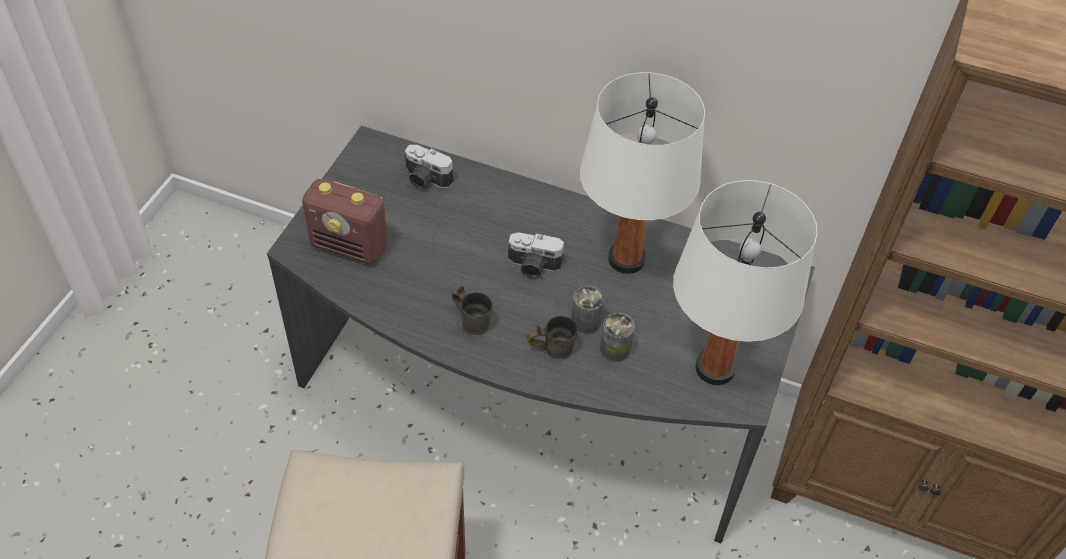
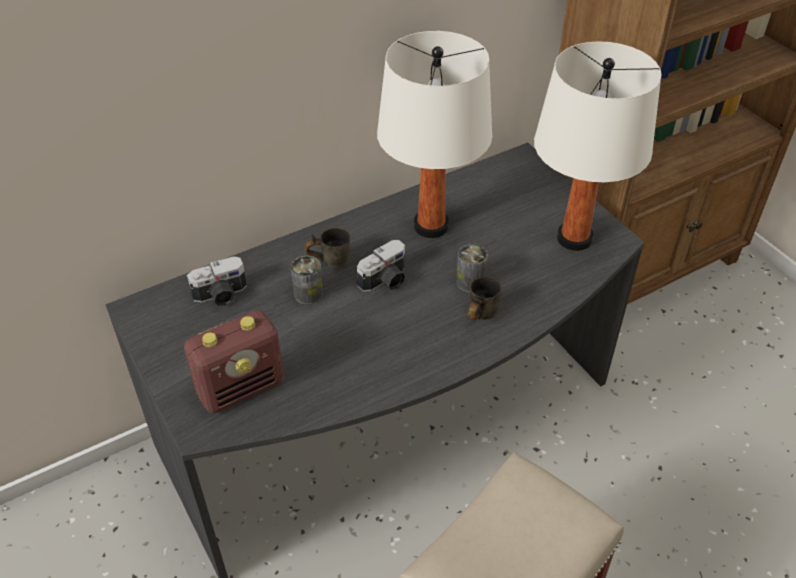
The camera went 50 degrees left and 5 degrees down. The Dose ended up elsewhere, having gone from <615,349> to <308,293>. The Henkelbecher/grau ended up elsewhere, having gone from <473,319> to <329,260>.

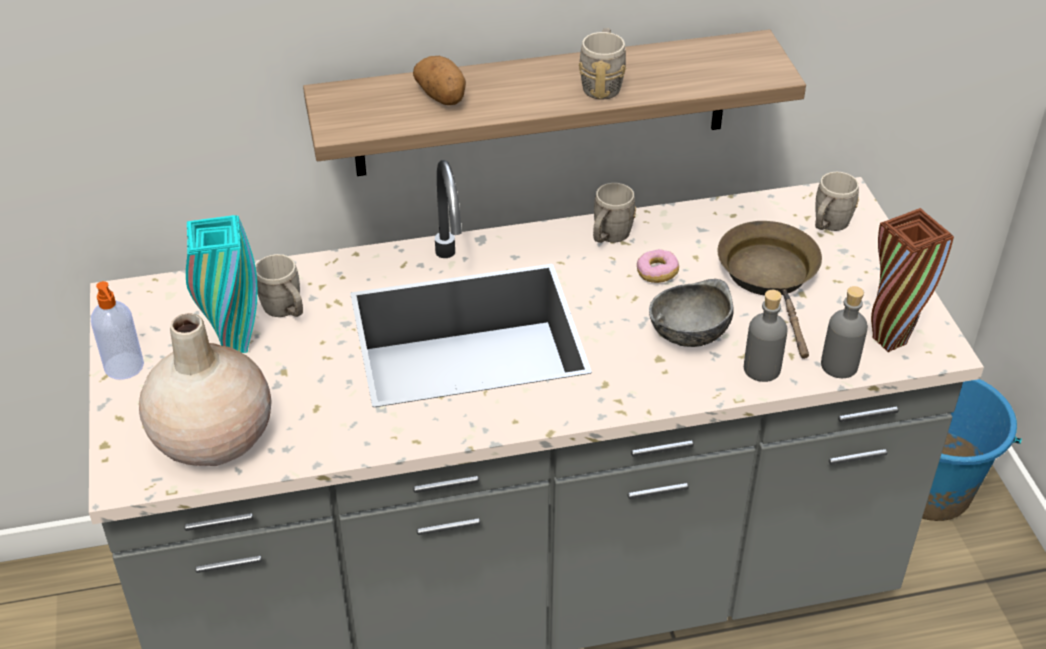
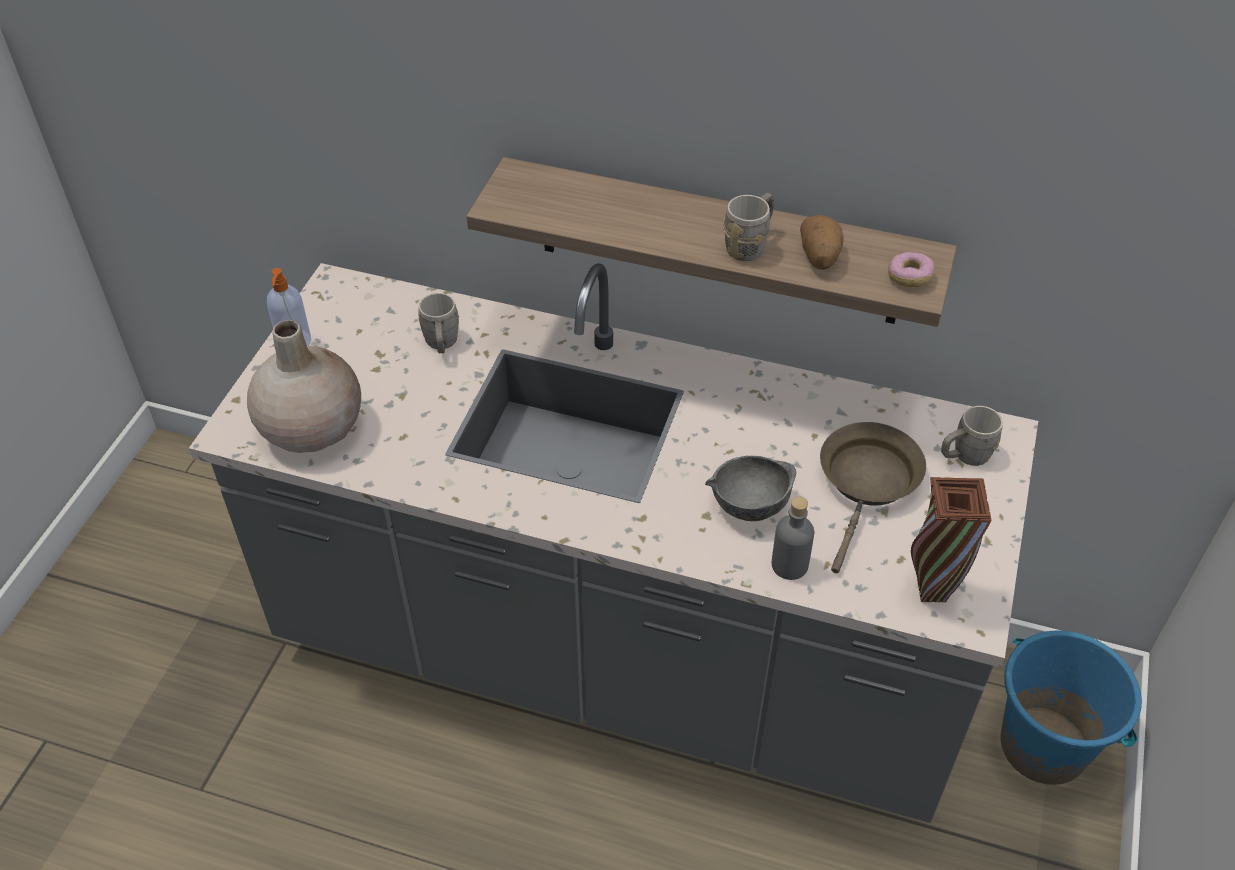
The camera went 30 degrees right and 5 degrees up. The Kartoffel ended up elsewhere, having gone from <442,97> to <819,257>. The Donut ended up elsewhere, having gone from <657,273> to <909,277>. The second view lost the Vase/türkis at <234,345>. The second view lost the Henkelbecher/grau at <609,237>. The second view lost the Flasche/grau at <839,365>.

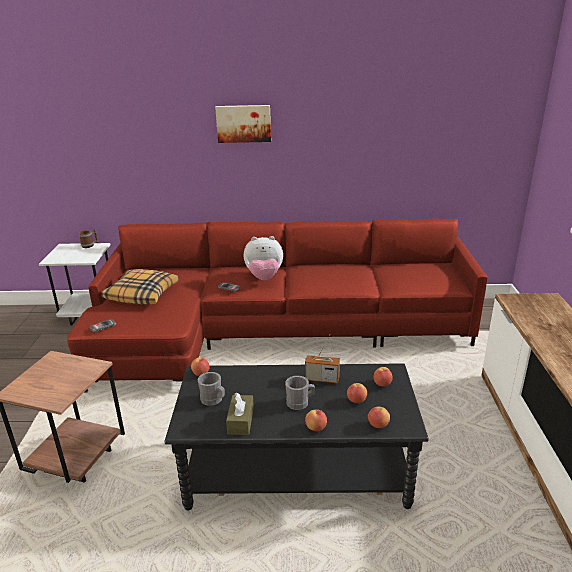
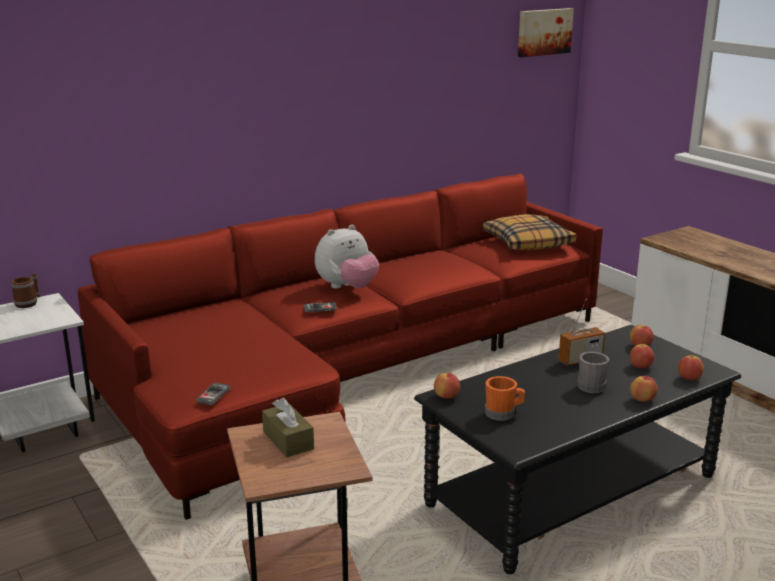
The camera went 35 degrees left and 5 degrees down. The Taschentuchbox/braun ended up elsewhere, having gone from <241,421> to <288,440>. The Kissen ended up elsewhere, having gone from <142,294> to <527,242>. What was the Henkelbecher/grau at <213,400> turned into the Henkelbecher/orange at <503,413>. The Bild ended up elsewhere, having gone from <243,123> to <543,32>.

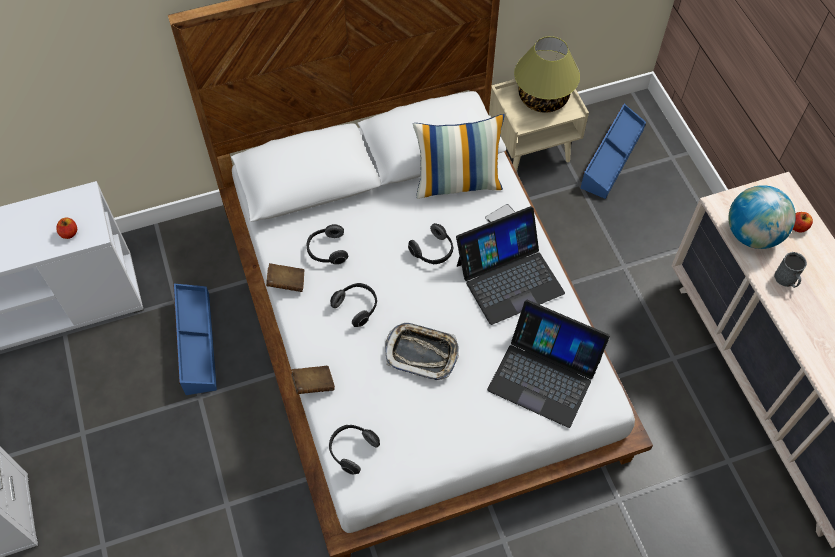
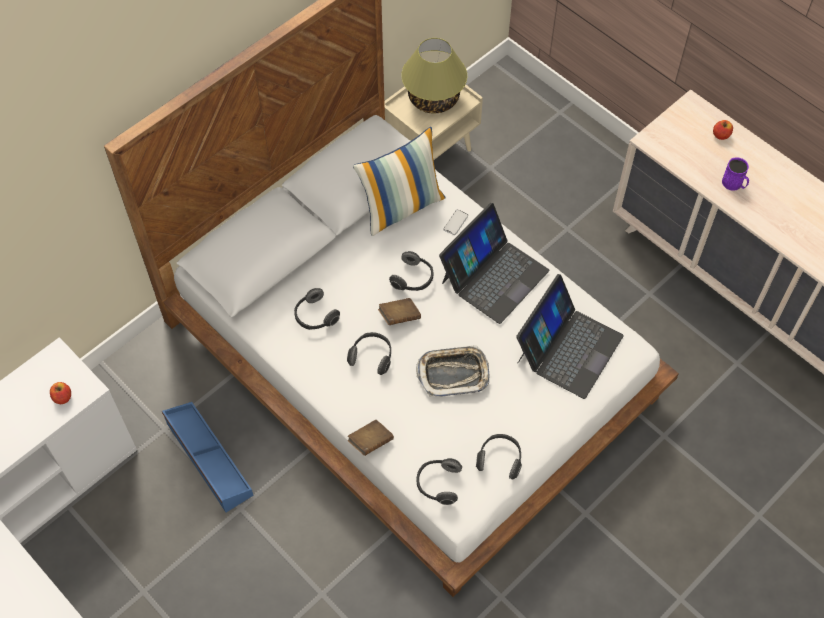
The camera went 25 degrees left and 0 degrees up. The Buch/braun ended up elsewhere, having gone from <286,283> to <399,317>. The second view gained the Kopfhörer at <500,459>. The Laptop at <544,374> ended up facing another way, 60 degrees counterclockwise from before. What was the Henkelbecher/grau at <787,280> turned into the Henkelbecher/lila at <734,184>. The second view lost the Aufbewahrungsbox/blau at <611,158>. The second view lost the Globus at <752,234>.

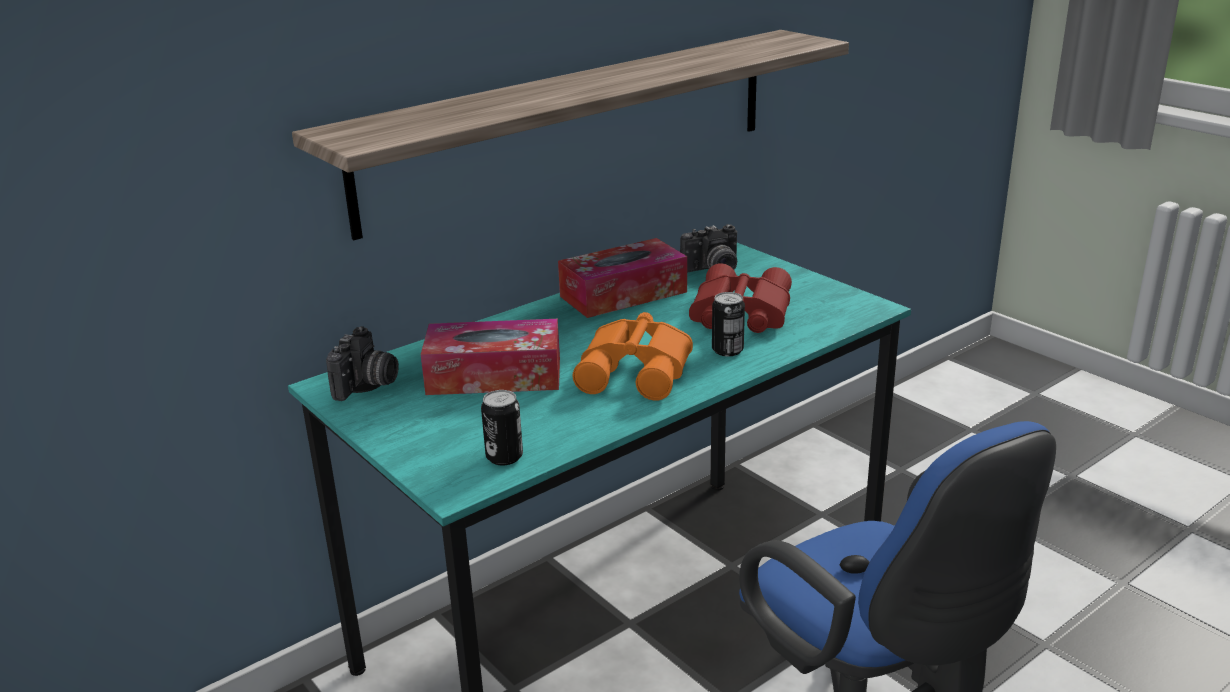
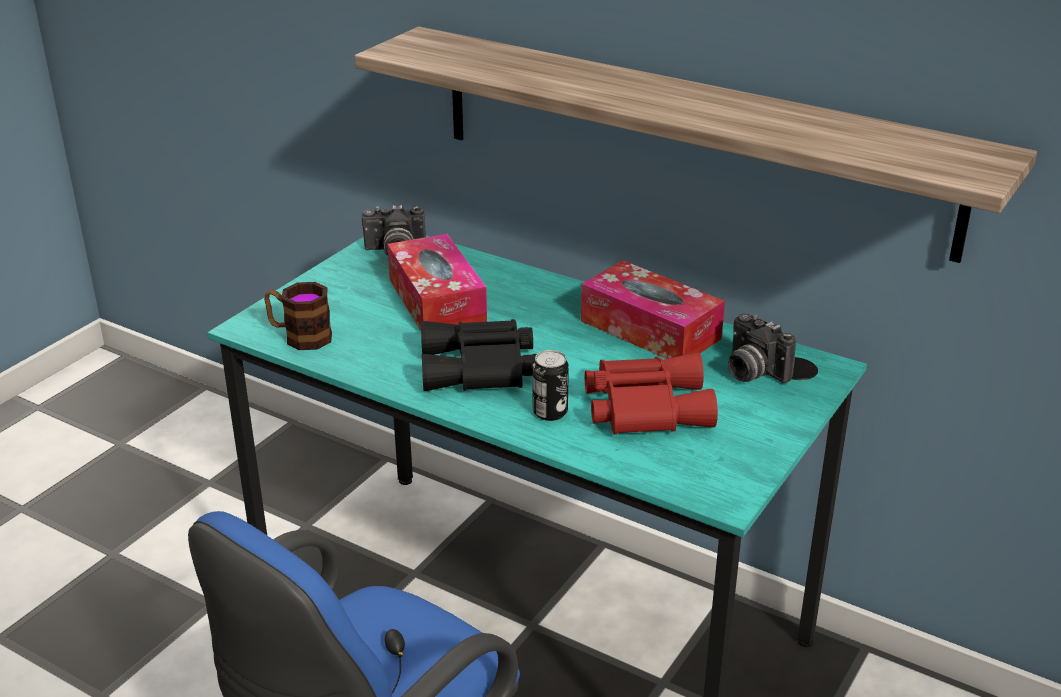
The camera went 70 degrees right and 5 degrees up. Where the Dose stood at <504,457>, the Henkelbecher came to stand at <300,336>. What was the Fernglas/orange at <638,370> turned into the Fernglas/schwarz at <480,369>.

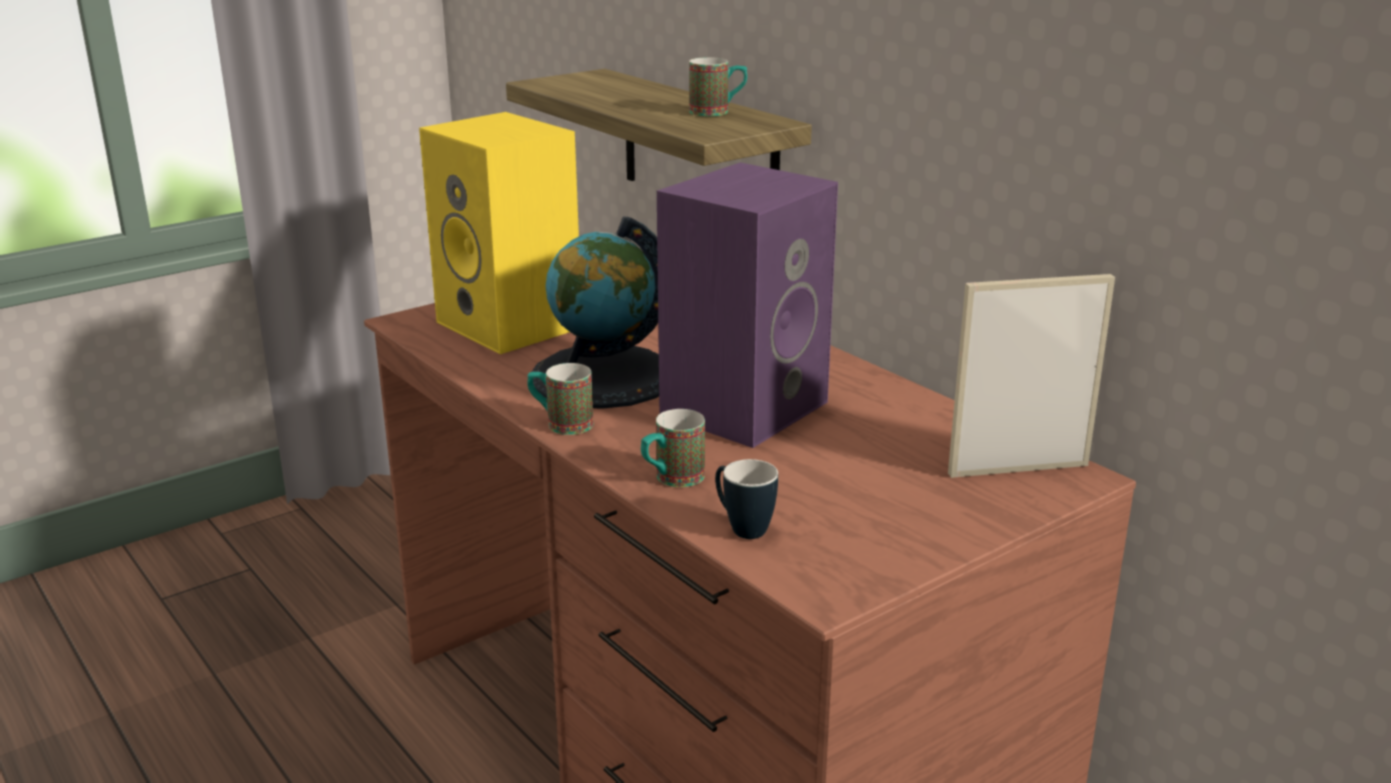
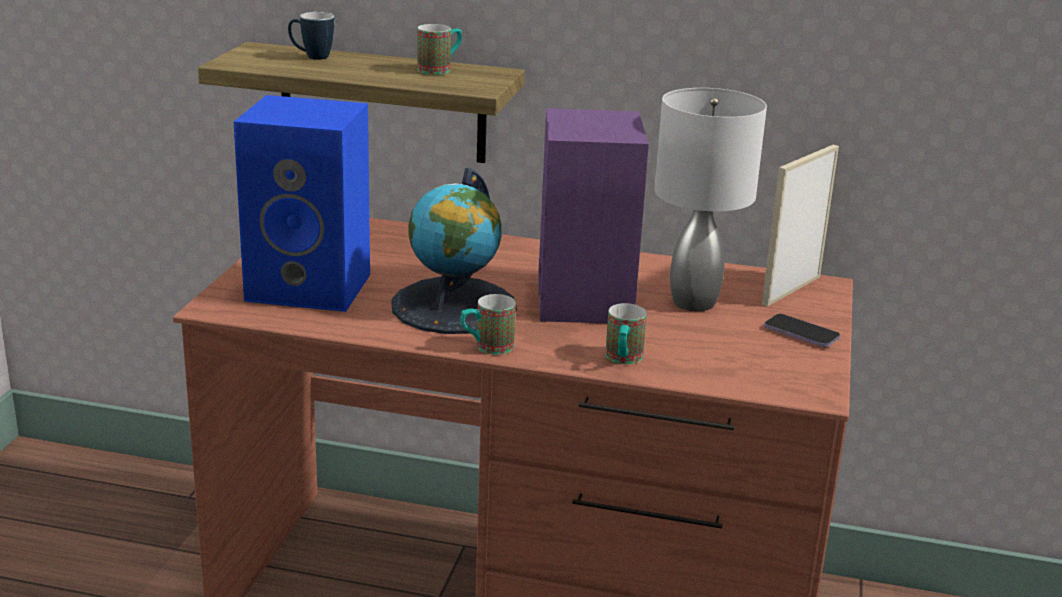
The camera went 40 degrees left and 0 degrees up. What was the Lautsprecher/gelb at <513,325> turned into the Lautsprecher/blau at <312,287>. The Henkelbecher ended up elsewhere, having gone from <741,528> to <311,57>. The second view gained the Tischlampe/grau at <692,302>. The second view gained the Handy at <801,333>.

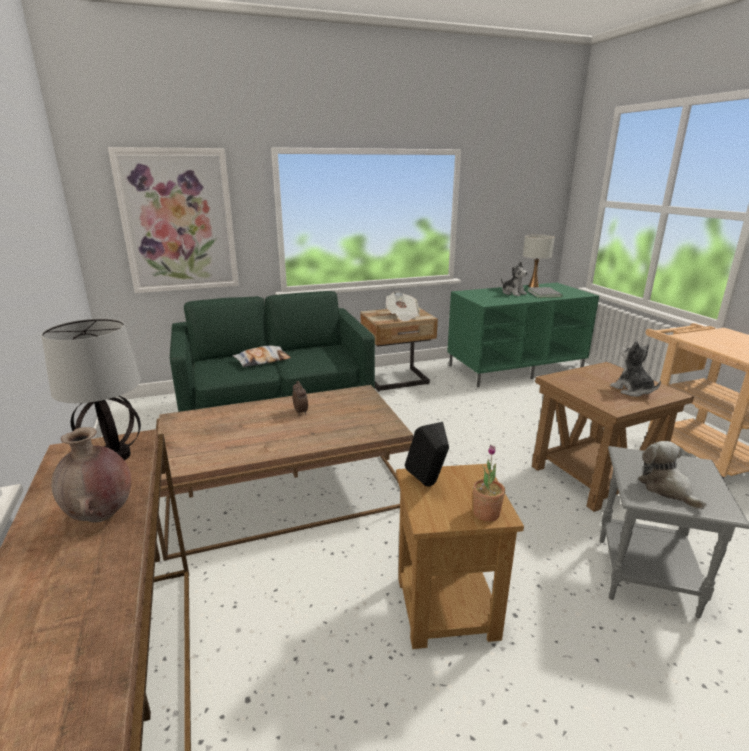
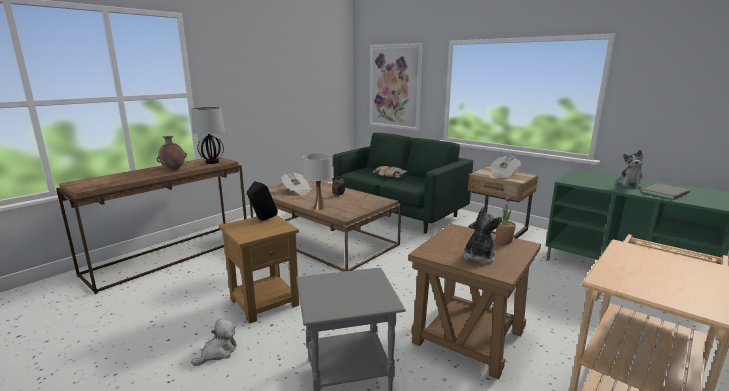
The camera went 60 degrees right and 5 degrees down. The Plüschtier ended up elsewhere, having gone from <667,489> to <218,352>. The second view gained the Zeitung at <297,191>. The Tischlampe/weiß ended up elsewhere, having gone from <533,286> to <319,208>. The Topfpflanze ended up elsewhere, having gone from <486,513> to <503,241>.

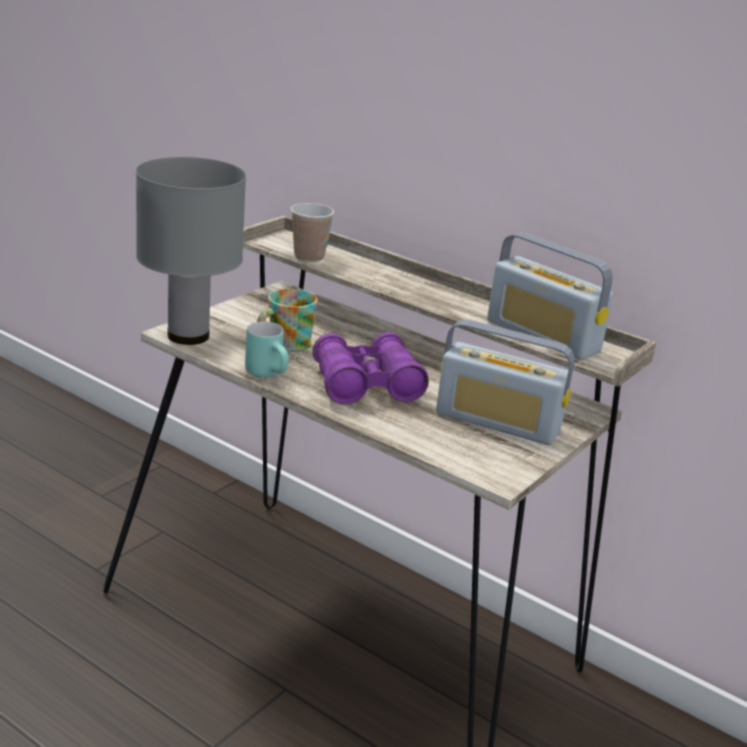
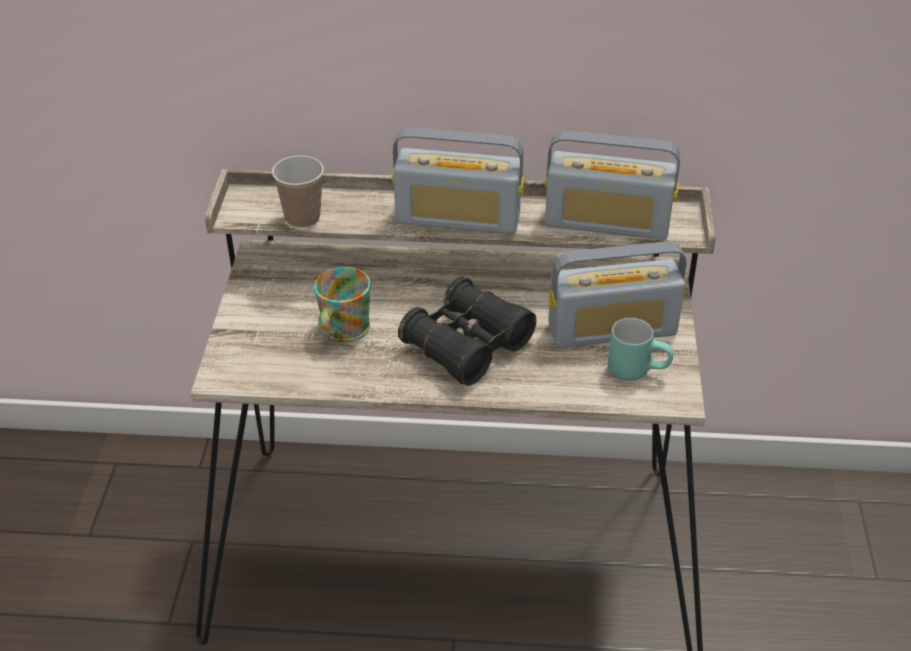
The camera went 30 degrees left and 15 degrees up. The second view gained the Radio at <458,218>. What was the Fernglas/lila at <366,385> turned into the Fernglas/schwarz at <467,345>. The Henkelbecher/türkis ended up elsewhere, having gone from <270,374> to <638,369>. The second view lost the Tischlampe/grau at <188,335>.

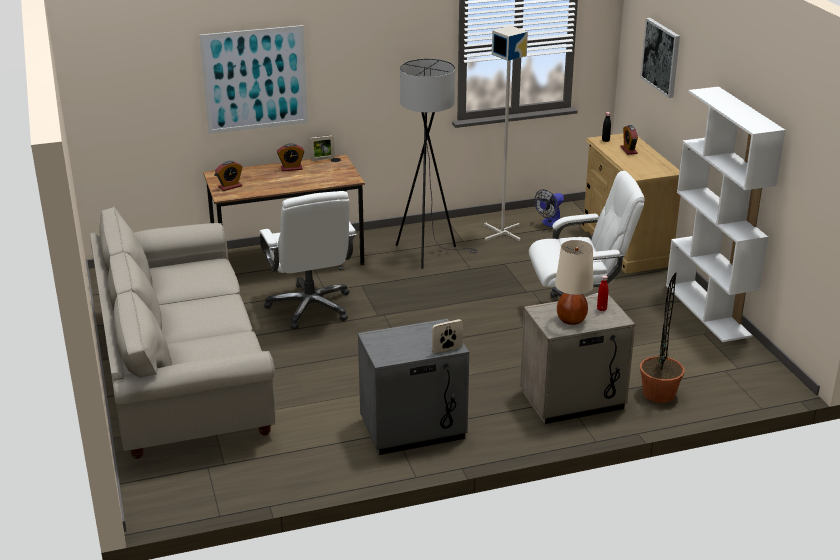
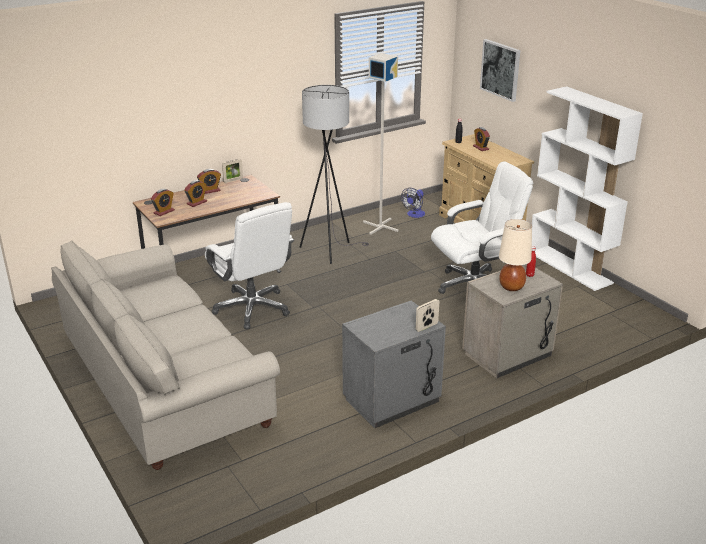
The camera went 15 degrees left and 0 degrees up. The second view gained the Wecker at <197,203>. The second view lost the Bild at <255,79>. The second view lost the Topfpflanze at <659,394>.

